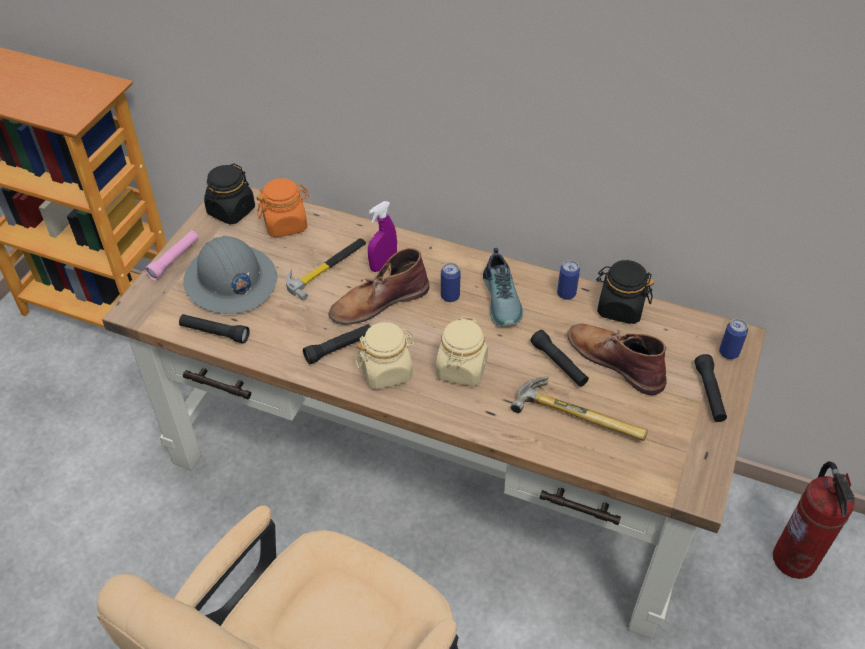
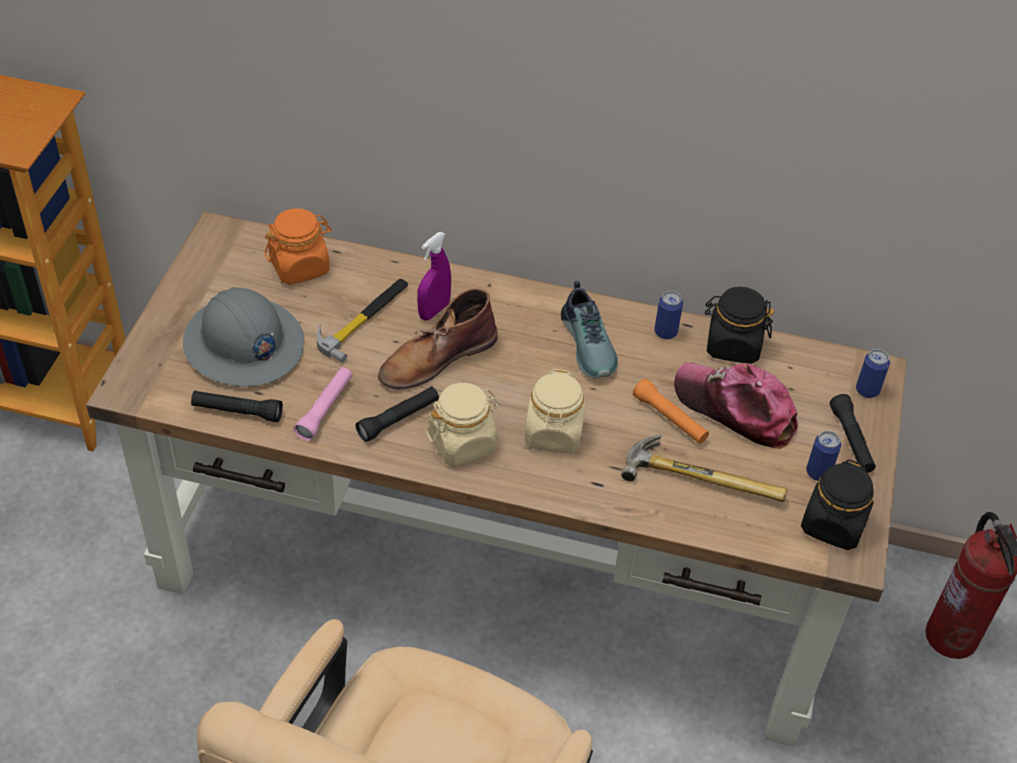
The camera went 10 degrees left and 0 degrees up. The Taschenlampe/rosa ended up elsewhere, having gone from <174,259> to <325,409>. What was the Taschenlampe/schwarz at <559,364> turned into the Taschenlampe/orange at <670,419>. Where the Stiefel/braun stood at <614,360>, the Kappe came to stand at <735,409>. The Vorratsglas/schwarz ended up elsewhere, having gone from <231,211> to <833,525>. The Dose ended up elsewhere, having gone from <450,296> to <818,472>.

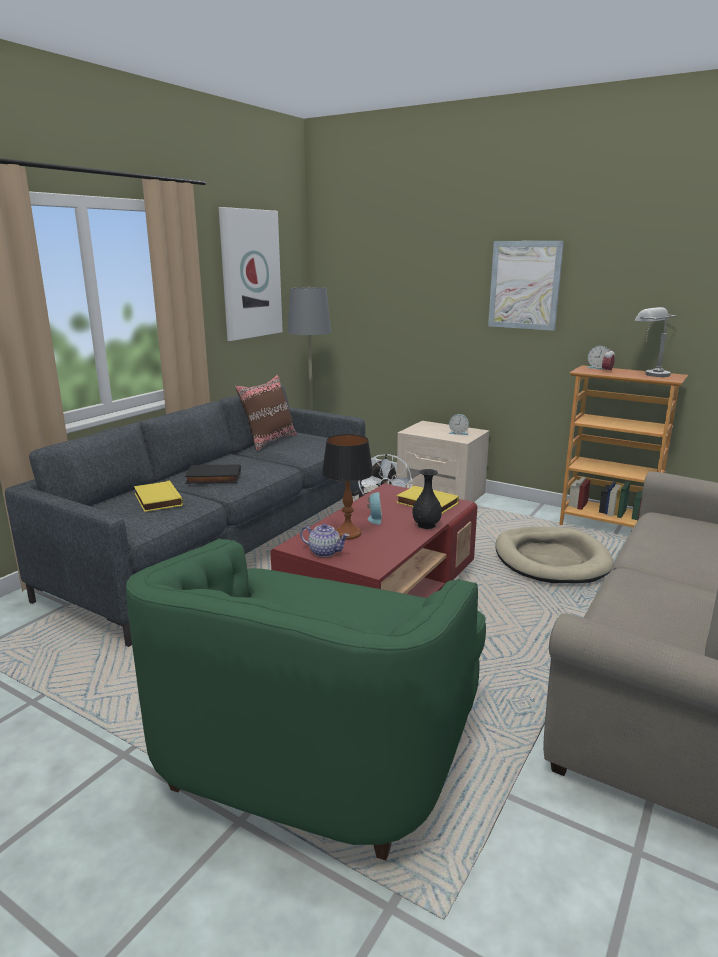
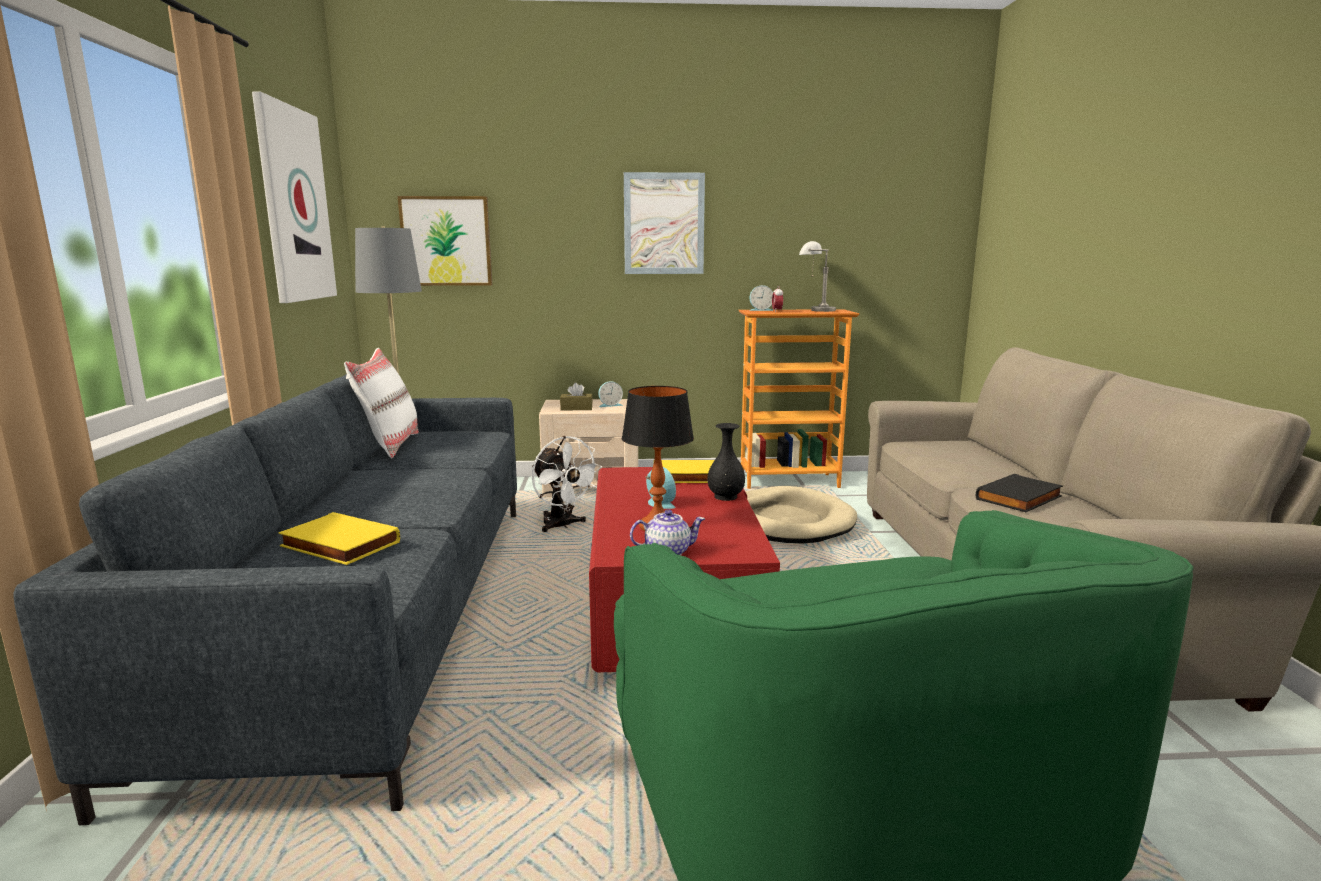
The camera went 35 degrees left and 5 degrees down. What was the Kissen/braun at <269,441> turned into the Kissen/weiß at <389,445>. The second view gained the Bild at <446,241>. The second view gained the Taschentuchbox/braun at <576,408>. The Buch/schwarz ended up elsewhere, having gone from <213,478> to <1020,498>.

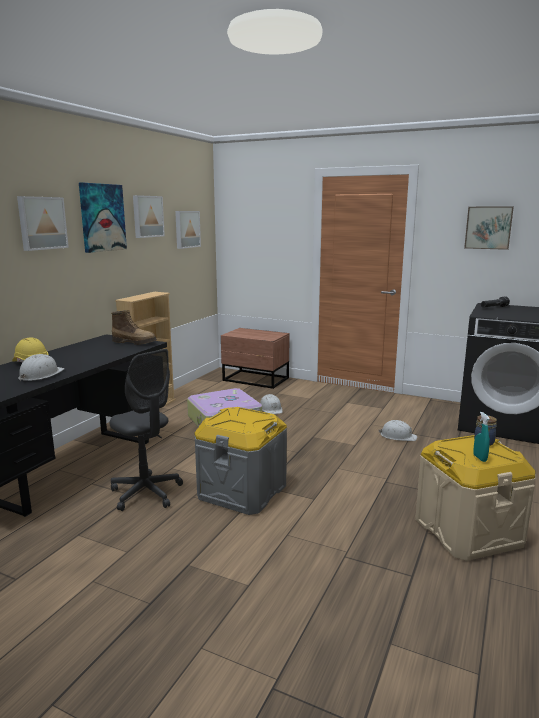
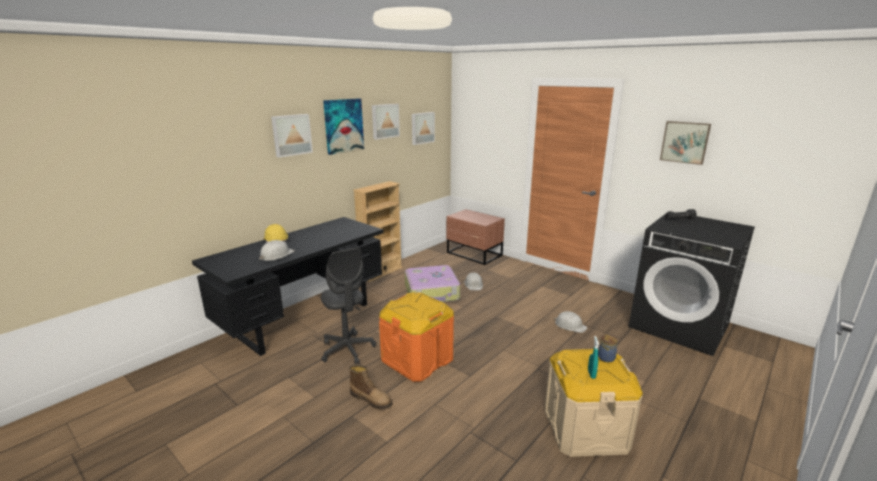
The camera went 15 degrees right and 5 degrees up. The Stiefel ended up elsewhere, having gone from <135,342> to <371,399>. What was the Aufbewahrungsbox/grau at <242,491> turned into the Aufbewahrungsbox/orange at <417,359>.

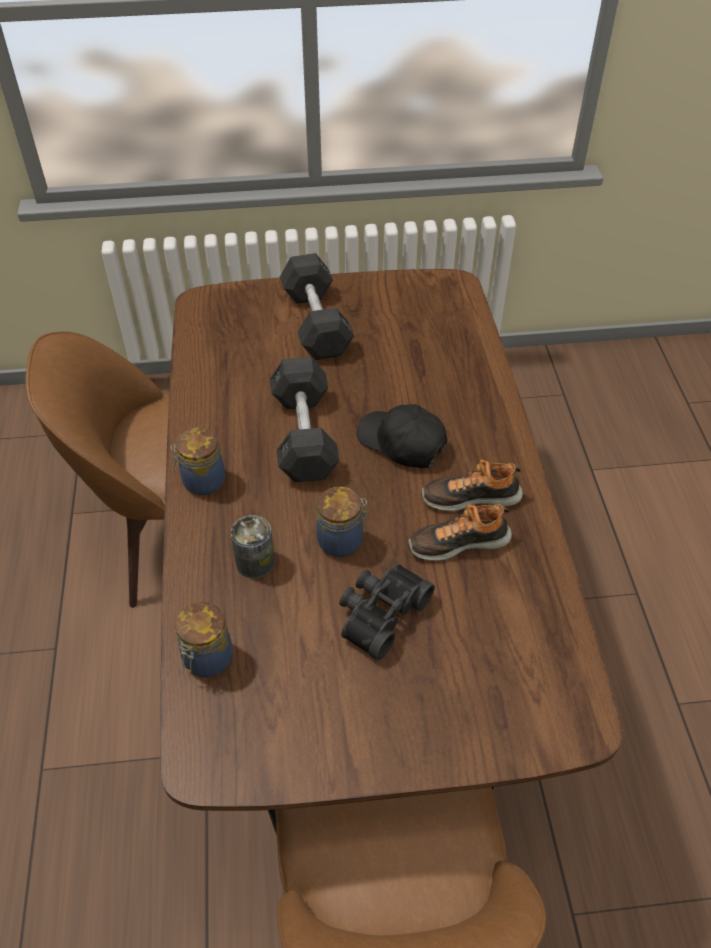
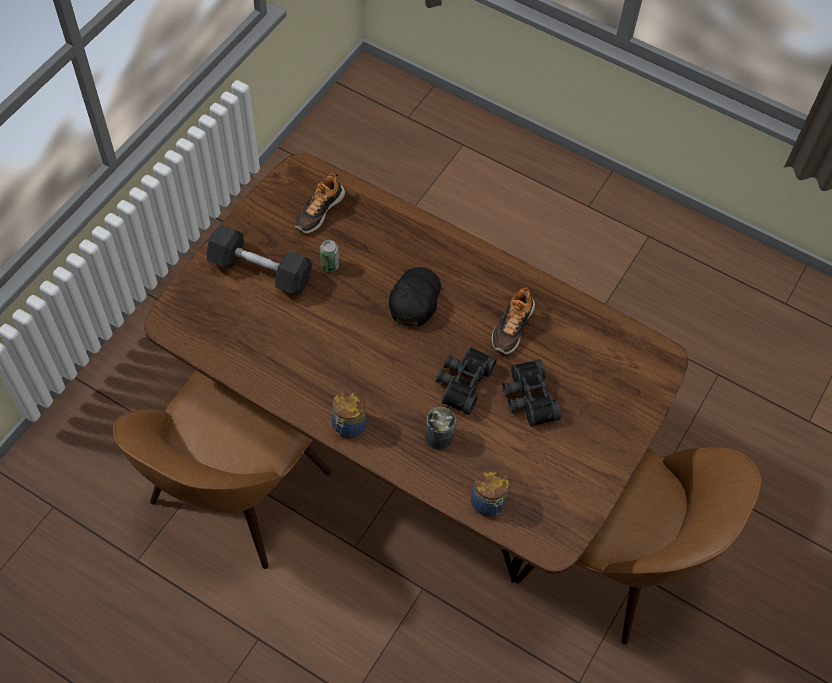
The camera went 55 degrees left and 10 degrees up. The Schuh ended up elsewhere, having gone from <470,496> to <318,210>. The second view gained the Dose at <330,265>. The Kappe/schwarz at <402,443> ended up facing another way, 120 degrees clockwise from before. Where the Vorratsglas stood at <342,541>, the Fernglas/schwarz came to stand at <462,382>. The second view lost the Hantel/grau at <304,435>.

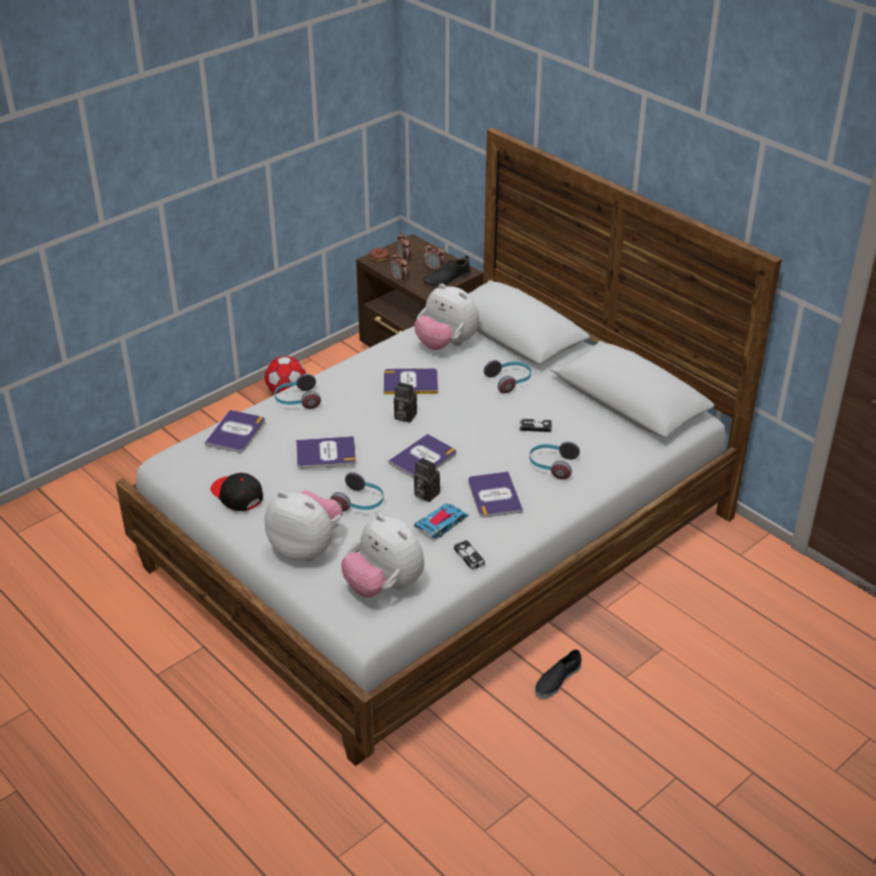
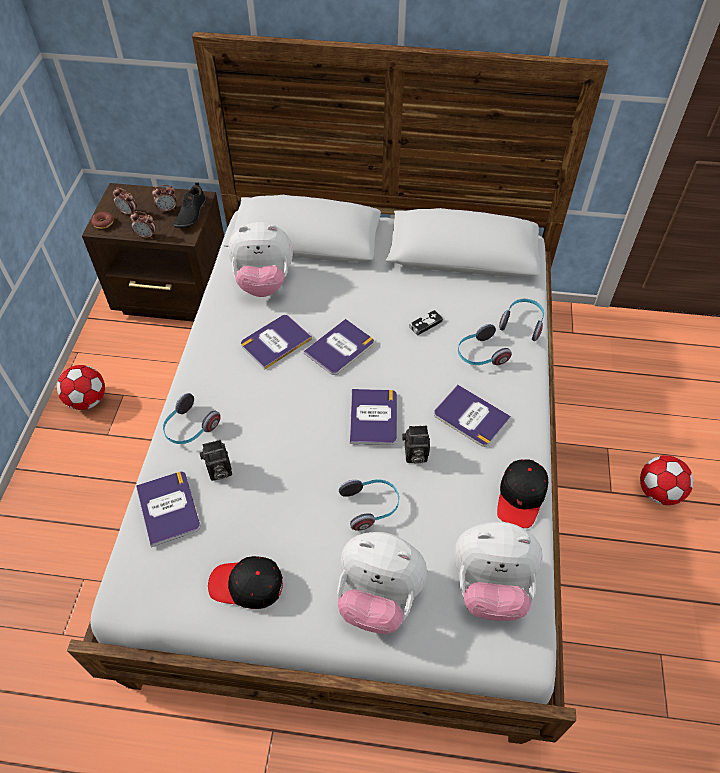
The camera went 40 degrees left and 15 degrees up. The Kamera ended up elsewhere, having gone from <403,416> to <218,471>. The Buch ended up elsewhere, having gone from <326,453> to <340,348>. The Plüschtier at <306,548> ended up facing another way, 150 degrees counterclockwise from before. Where the Gamepad stood at <469,556>, the Kappe/schwarz came to stand at <521,497>. The Kopfhörer ended up elsewhere, having gone from <509,381> to <522,323>. The second view gained the Fußball at <658,492>. The second view lost the Spielzeugauto at <441,523>. The second view lost the Schuh/schwarz at <557,679>.

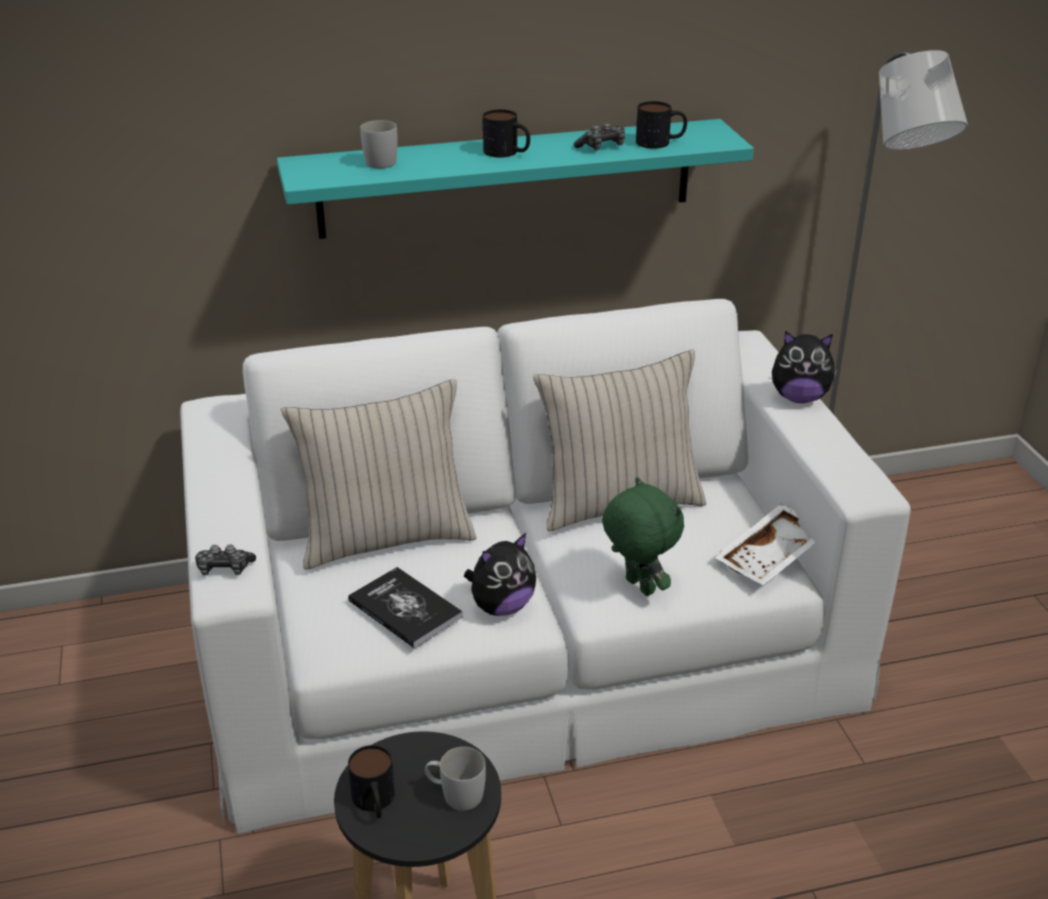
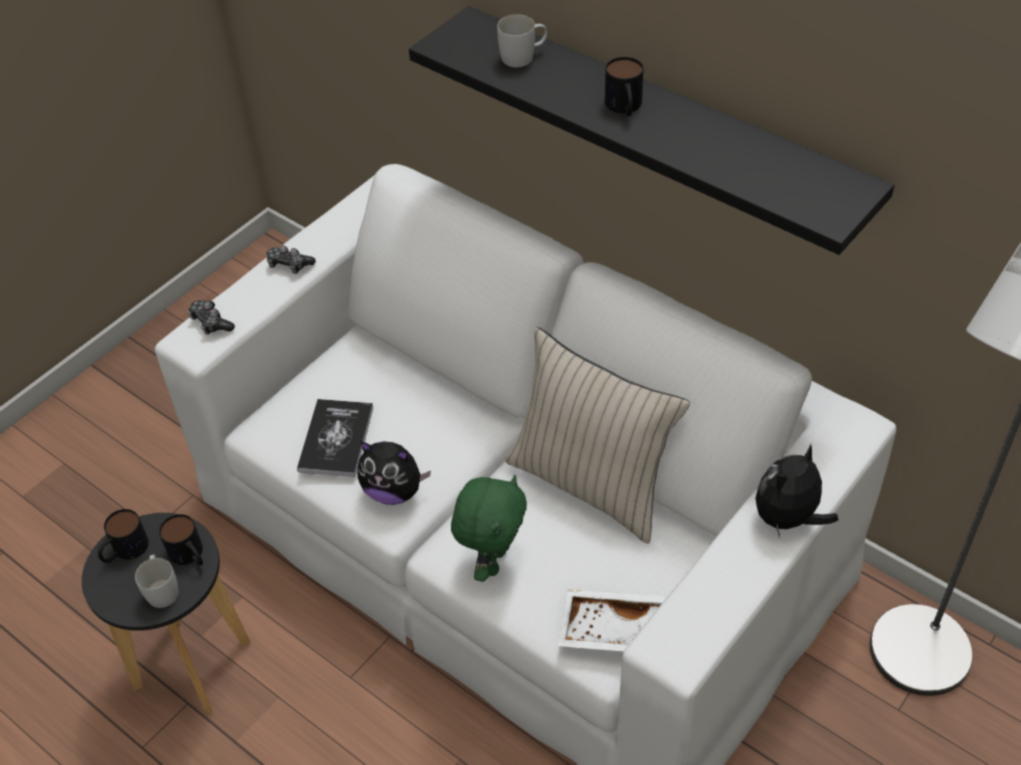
The camera went 55 degrees right and 15 degrees up. The Henkelbecher ended up elsewhere, having gone from <660,142> to <190,555>. The Gamepad ended up elsewhere, having gone from <602,147> to <289,265>. What was the Wandregal/türkis at <507,178> turned into the Wandregal/schwarz at <661,126>. The Plüschtier at <799,398> ended up facing another way, 75 degrees clockwise from before. The second view lost the Kissen/beige at <385,538>.

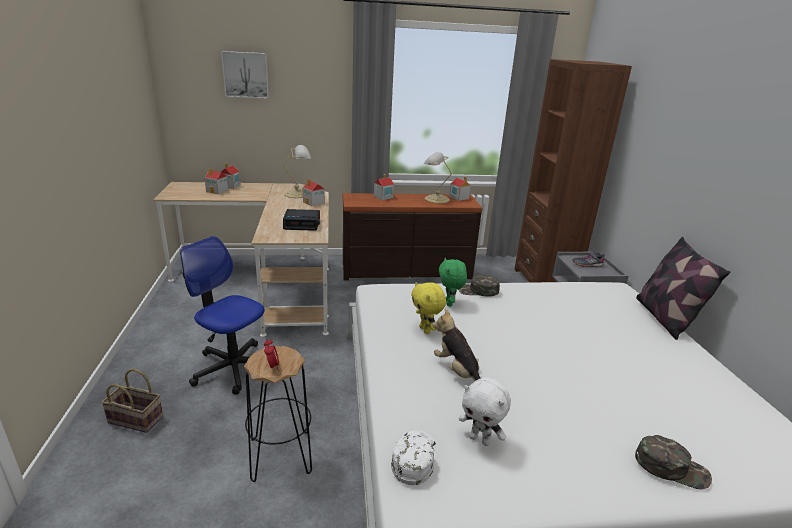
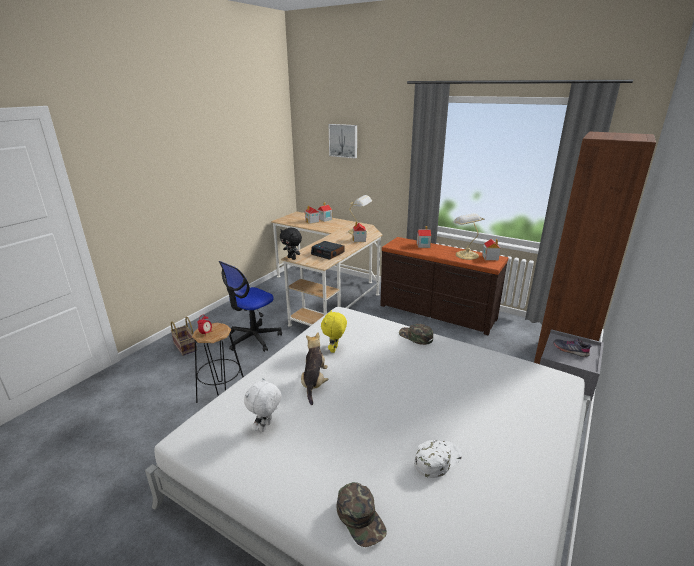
The camera went 40 degrees right and 0 degrees up. The Bürostuhl at <233,368> ended up facing another way, 120 degrees counterclockwise from before. The Plüschtier/weiß at <480,439> ended up facing another way, 45 degrees clockwise from before. The second view gained the Plüschtier/schwarz at <292,258>. The Kappe/weiß ended up elsewhere, having gone from <413,458> to <437,459>. The second view lost the Plüschtier/grün at <449,303>. The second view lost the Kissen at <664,318>.

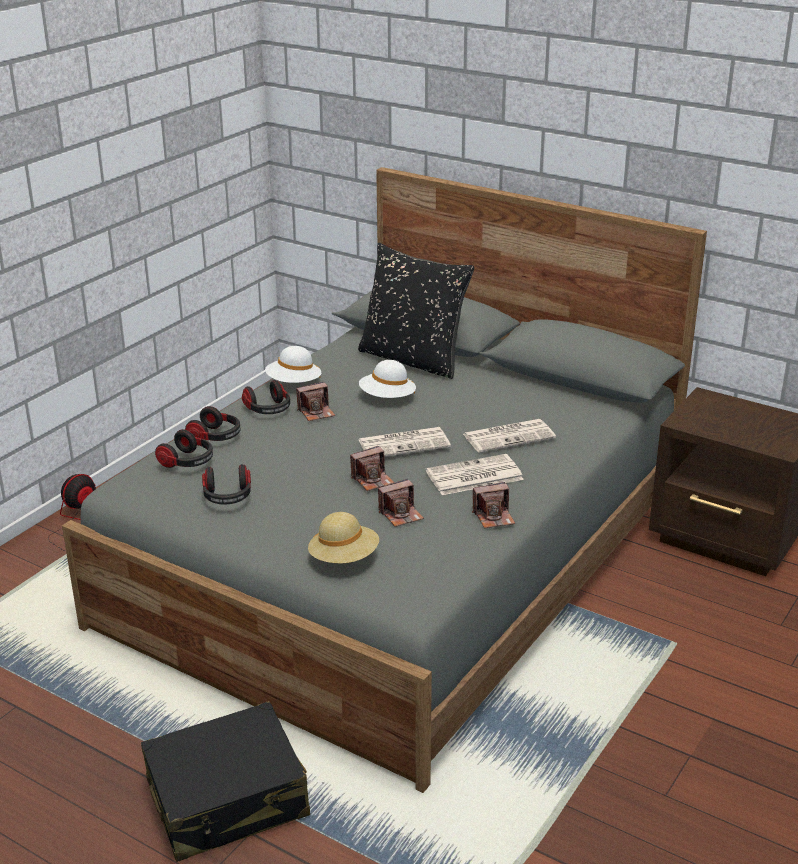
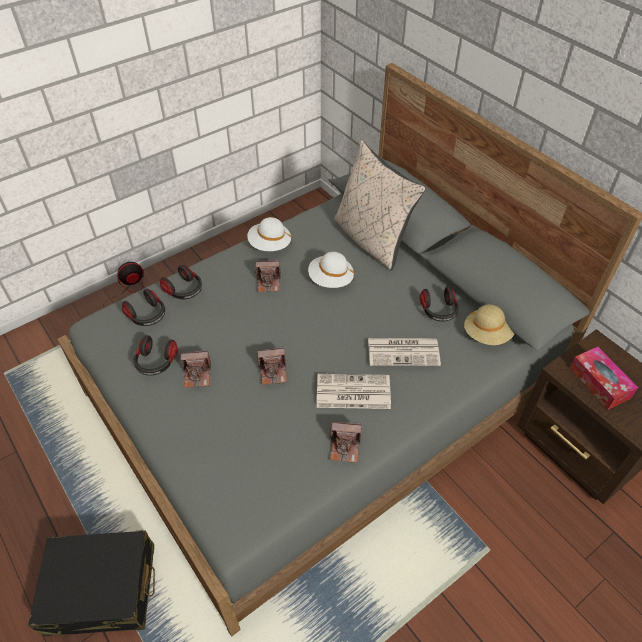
The camera went 20 degrees right and 20 degrees up. The Kamera ended up elsewhere, having gone from <401,514> to <197,375>. What was the Kissen/schwarz at <413,359> turned into the Kissen/beige at <371,240>. The Kopfhörer ended up elsewhere, having gone from <268,410> to <438,311>. The Hut/beige ended up elsewhere, having gone from <344,558> to <487,334>. The second view gained the Taschentuchbox at <599,383>. The second view lost the Zeitung at <405,443>.

